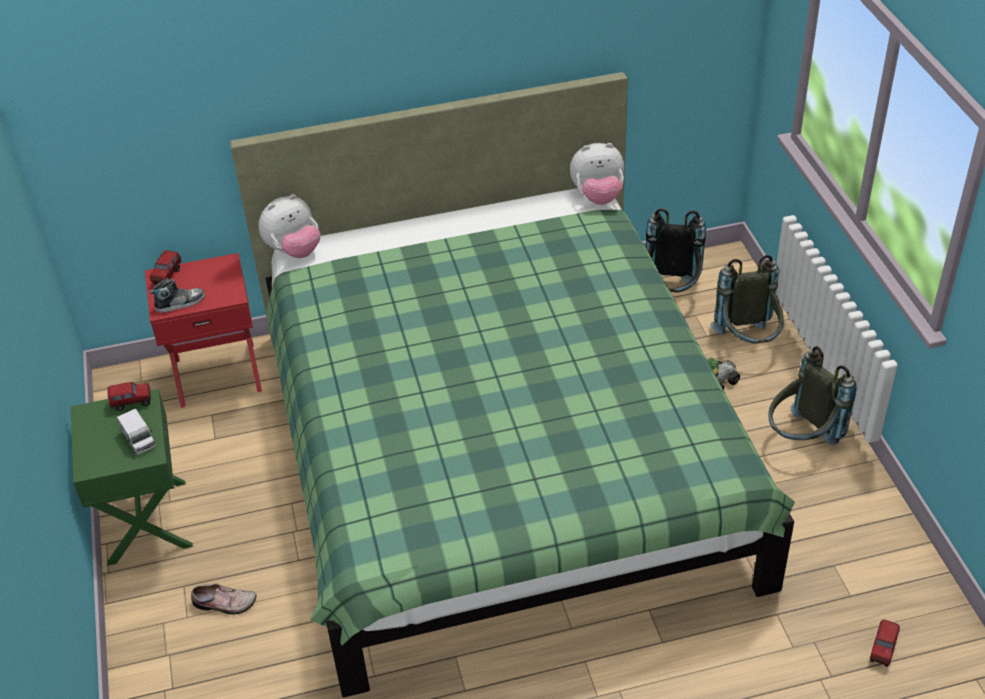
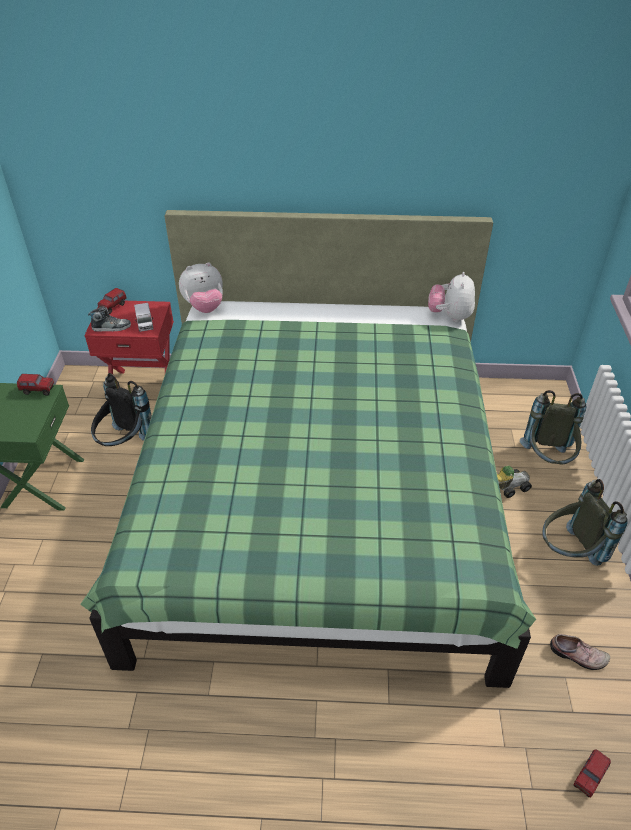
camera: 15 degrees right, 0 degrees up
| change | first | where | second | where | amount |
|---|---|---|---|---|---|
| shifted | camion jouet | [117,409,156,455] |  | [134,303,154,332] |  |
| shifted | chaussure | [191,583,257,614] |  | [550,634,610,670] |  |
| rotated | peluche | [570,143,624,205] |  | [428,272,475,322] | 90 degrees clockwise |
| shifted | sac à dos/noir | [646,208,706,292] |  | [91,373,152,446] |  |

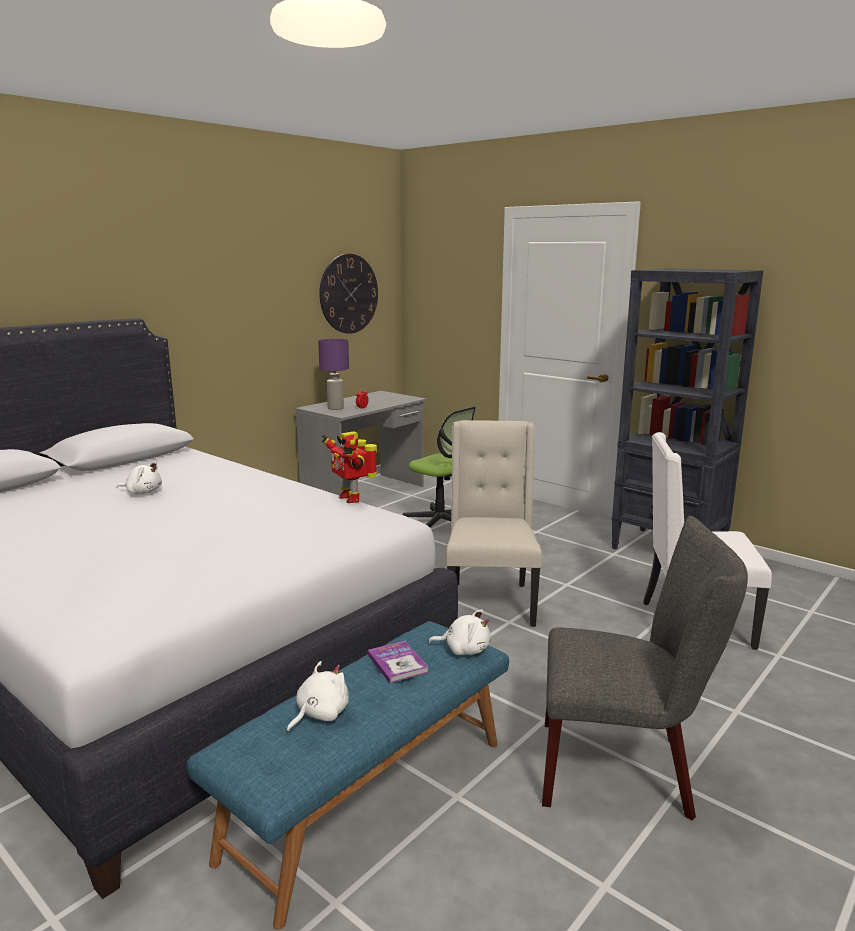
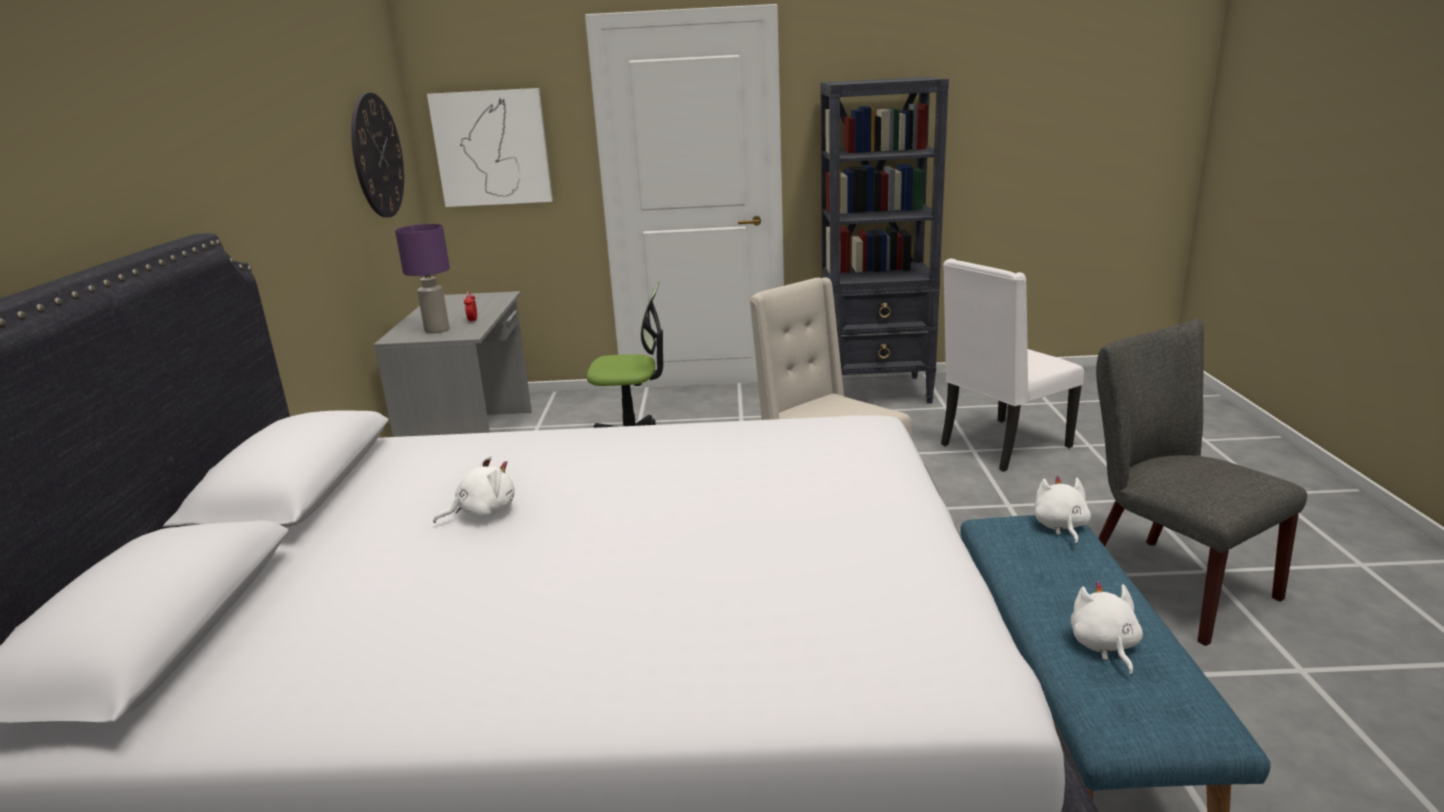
camera: 40 degrees left, 5 degrees up
| change | first | where | second | where | amount |
|---|---|---|---|---|---|
| gone | robot jouet | [322,431,377,503] |  |  |  |
| gone | livre | [368,641,429,683] |  |  |  |
| rotated | peluche/blanc | [428,610,491,655] |  | [1034,475,1091,545] | 60 degrees counterclockwise |
| rotated | chaise/gris | [542,516,748,821] |  | [1096,319,1307,646] | 90 degrees counterclockwise |
| new |  |  | tableau | [427,88,553,207] |  |

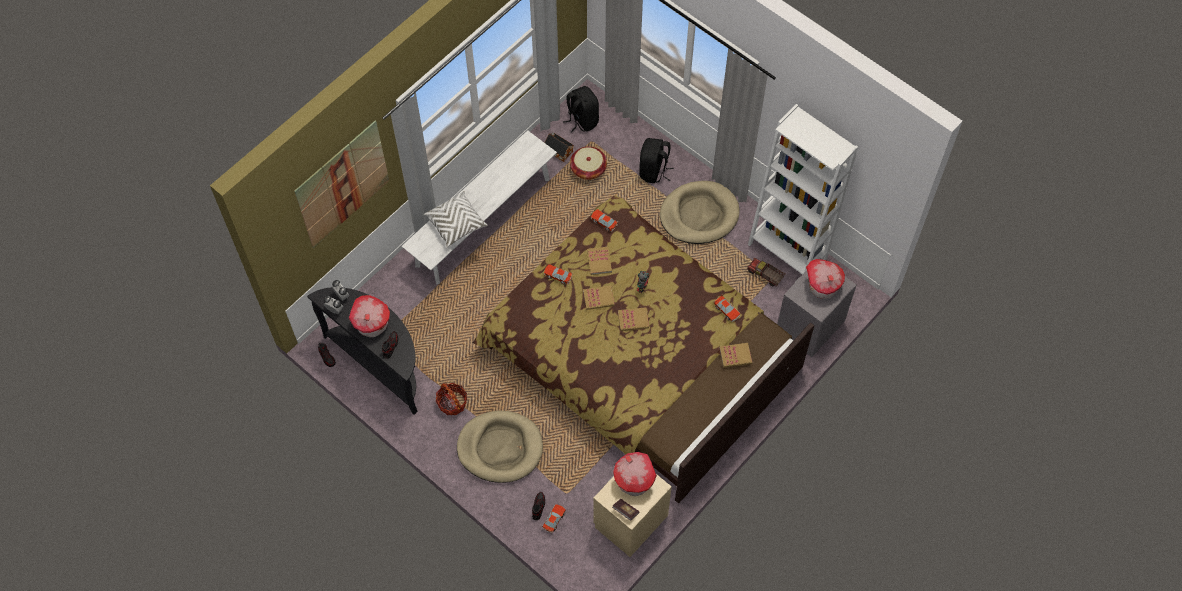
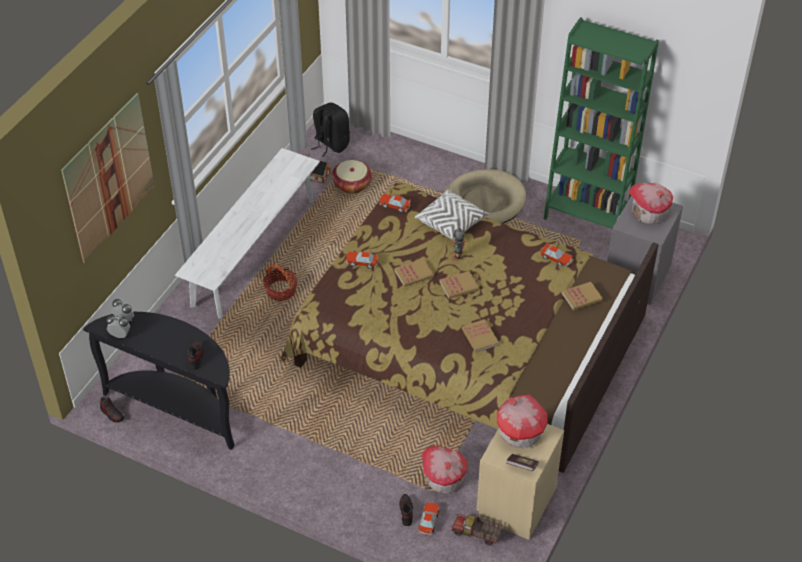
camera: 15 degrees left, 15 degrees down
| change | first | where | second | where | amount |
|---|---|---|---|---|---|
| shifted | maison miniature | [349,295,390,337] |  | [422,446,468,493] |  |
| shifted | coussin/blanc | [424,191,488,247] |  | [415,189,490,241] |  |
| shifted | panier | [436,383,467,415] |  | [263,263,298,302] |  |
| gone | panier pour chien/beige | [457,411,543,483] |  |  |  |
| shifted | livre | [587,247,612,275] |  | [462,319,499,352] |  |
| gone | sac à dos/noir | [639,138,674,183] |  |  |  |
| shifted | camion jouet | [747,258,785,287] |  | [452,514,503,545] |  |
| repainted | bibliothèque/blanc | [748,104,858,275] | bibliothèque/vert | [544,17,659,229] |  |

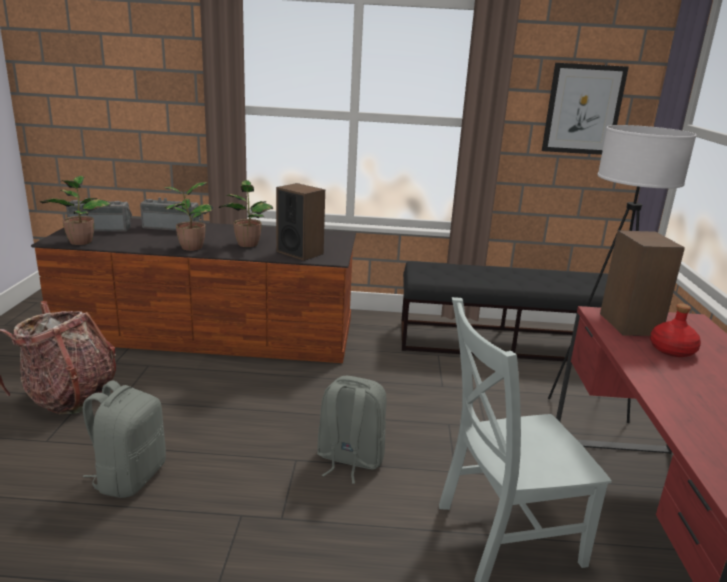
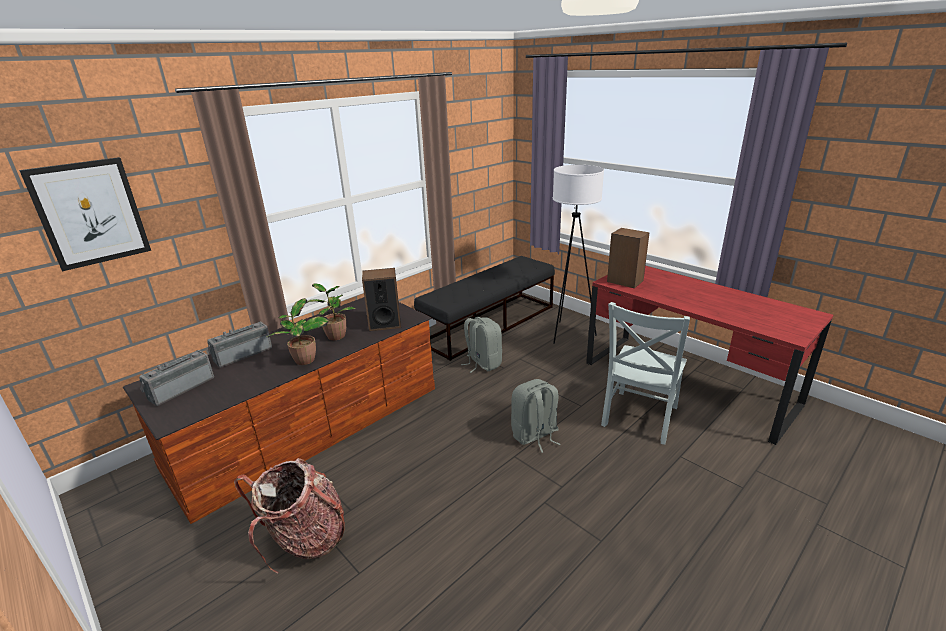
camera: 45 degrees left, 5 degrees up
| change | first | where | second | where | amount |
|---|---|---|---|---|---|
| gone | plante en pot | [40,176,111,245] |  |  |  |
| shifted | sac à dos/gris | [83,380,166,498] |  | [461,317,502,373] |  |
| shifted | tableau | [542,63,629,155] |  | [19,157,151,271] |  |
| gone | bouteille/rouge | [650,303,701,357] |  |  |  |

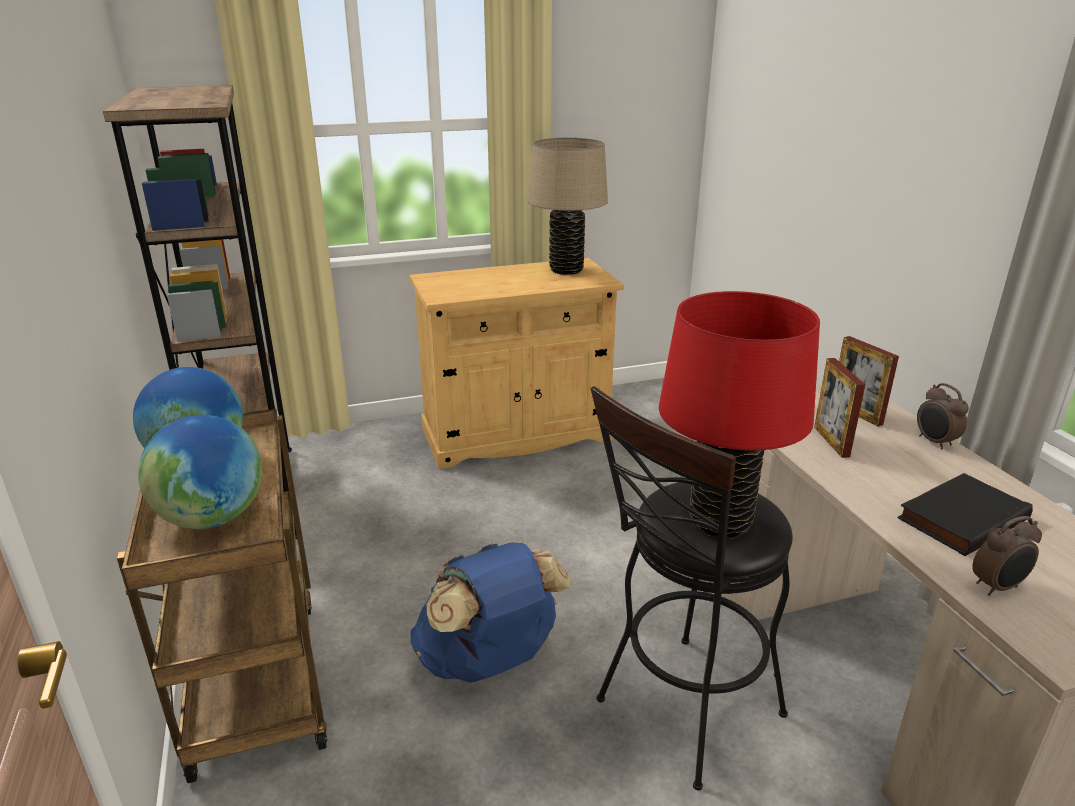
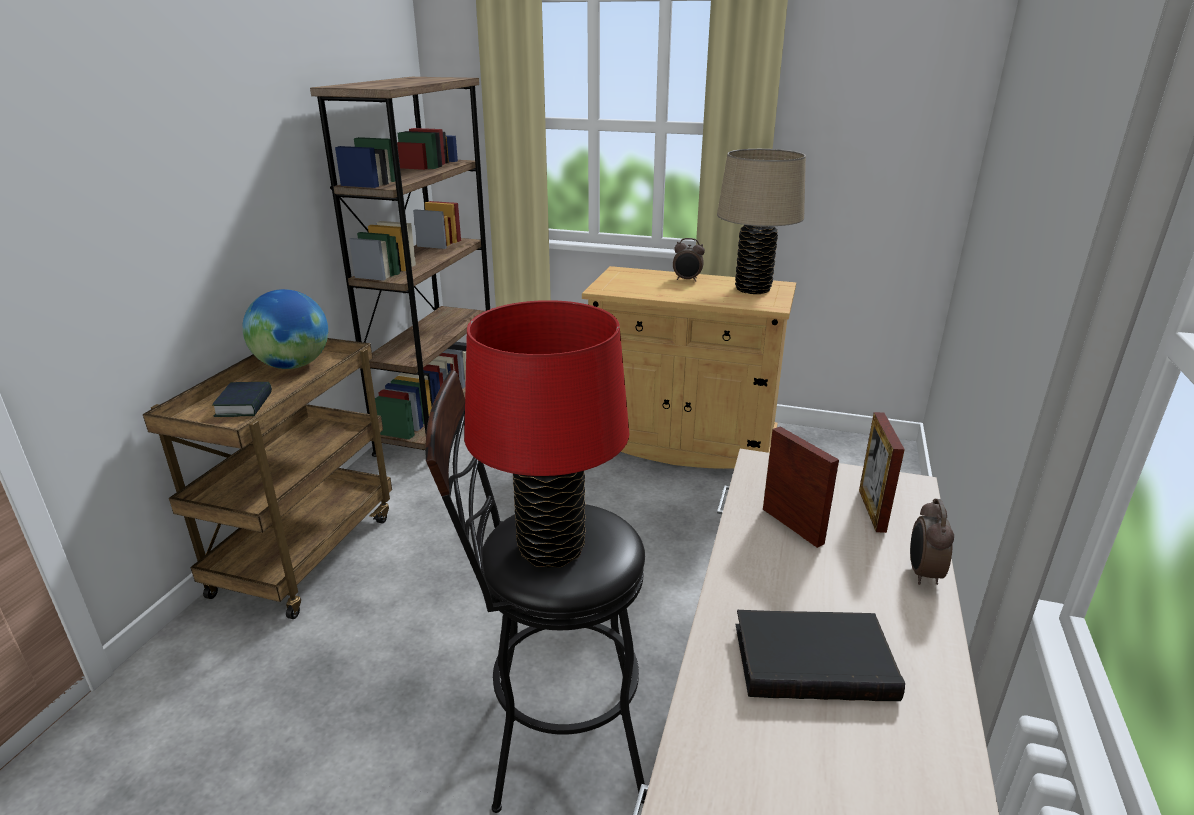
camera: 35 degrees right, 0 degrees up
| change | first | where | second | where | amount |
|---|---|---|---|---|---|
| swapped | globe | [138,415,262,529] | livre | [212,382,272,417] |  |
| gone | sac à dos/bleu | [410,542,572,683] |  |  |  |
| rotated | cadre photo | [814,358,865,458] |  | [763,426,839,548] | 120 degrees clockwise |
| shifted | réveil | [972,516,1042,596] |  | [673,238,705,282] |  |

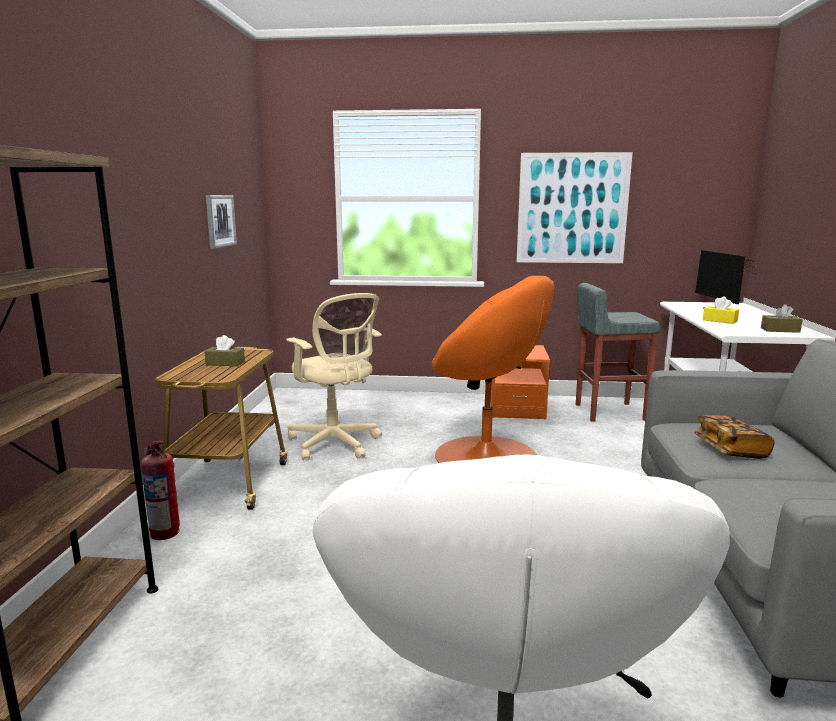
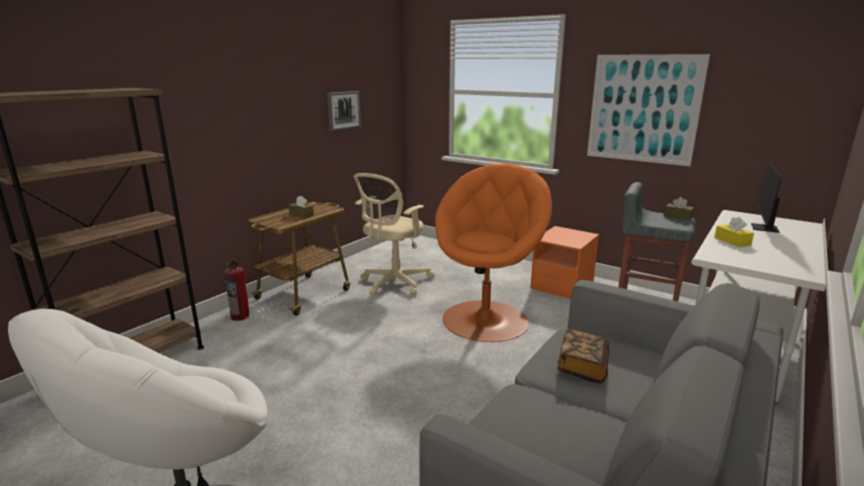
camera: 30 degrees right, 5 degrees up
| change | first | where | second | where | amount |
|---|---|---|---|---|---|
| rotated | chaise de bureau/beige | [286,293,382,460] |  | [354,173,435,296] | 45 degrees clockwise |
| rotated | fauteuil/orange | [432,276,554,463] |  | [435,164,552,342] | 120 degrees counterclockwise |
| shifted | boîte à mouchoirs/marron | [761,304,803,333] |  | [664,197,694,220] |  |

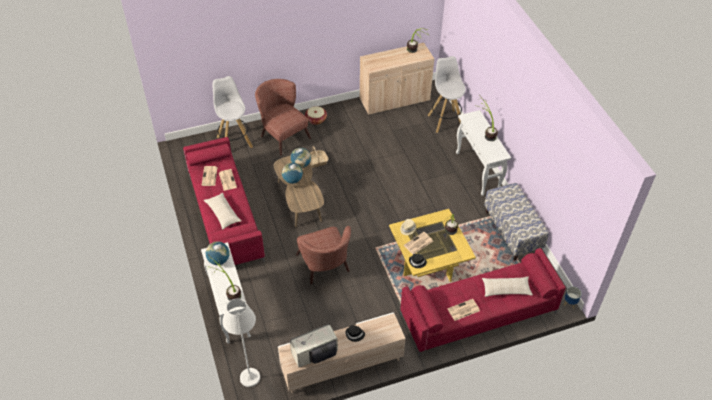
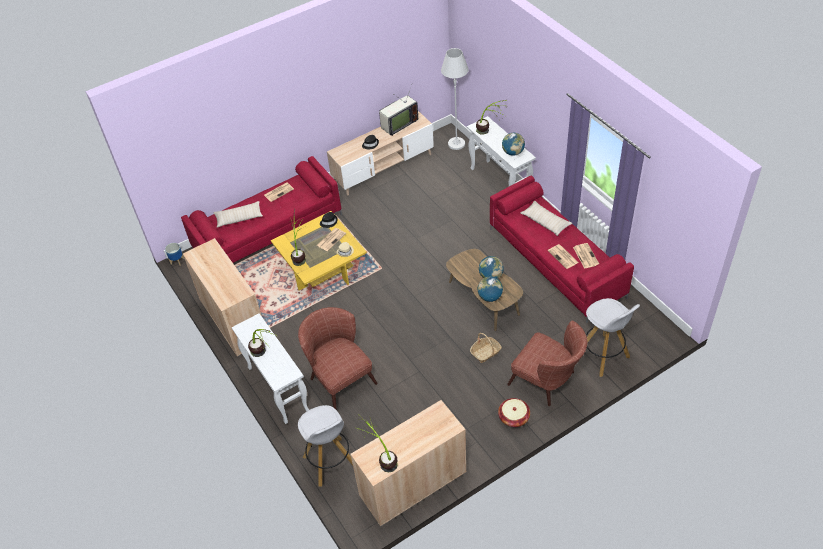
camera: 170 degrees right, 0 degrees up
| change | first | where | second | where | amount |
|---|---|---|---|---|---|
| shifted | fauteuil/marron | [296,226,351,284] |  | [298,307,377,409] |  |
| swapped | banc | [484,183,549,260] | meuble de rangement/beige | [183,238,262,356] |  |

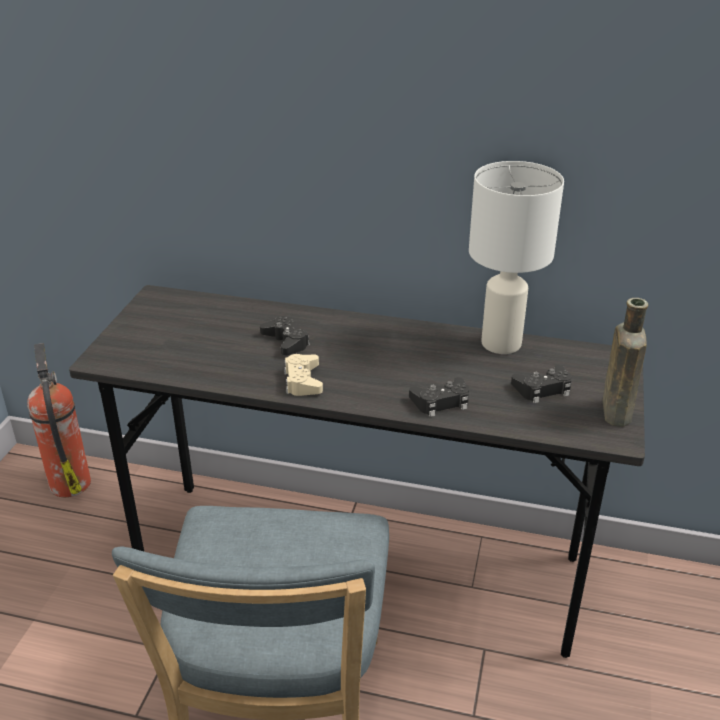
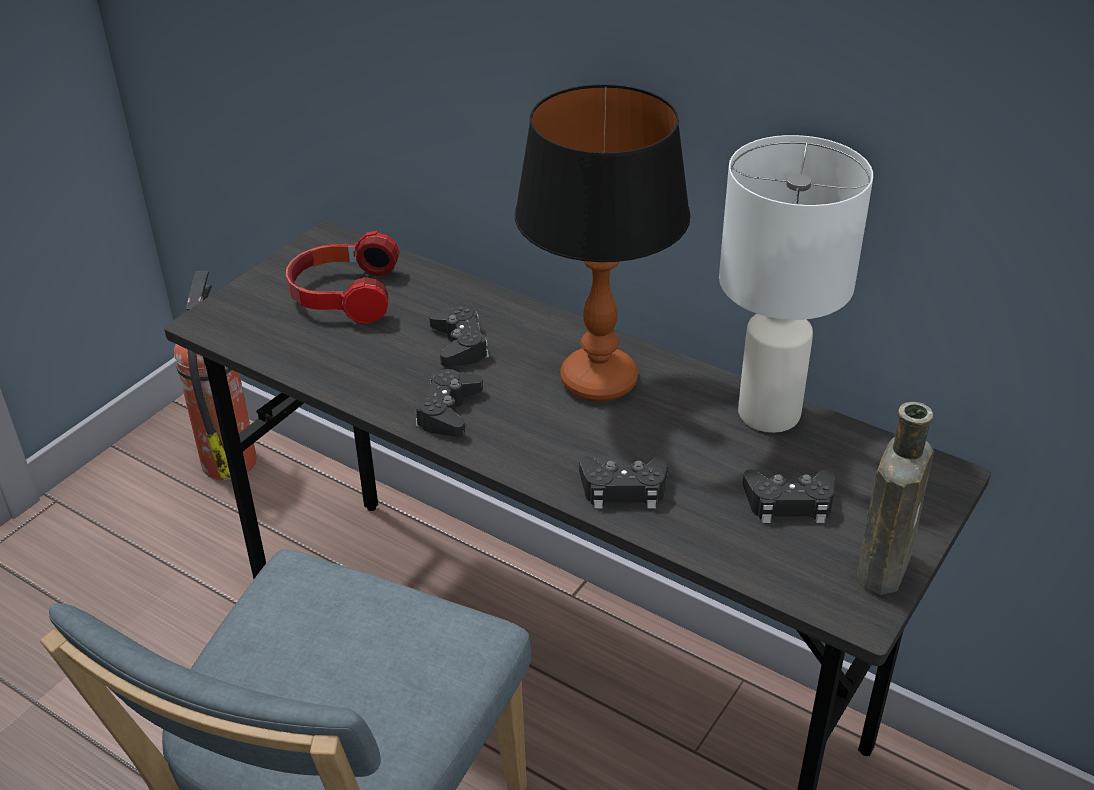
camera: 20 degrees right, 5 degrees up
| change | first | where | second | where | amount |
|---|---|---|---|---|---|
| repainted | manette/beige | [284,354,323,396] | manette/noir | [415,369,483,437] |  |
| new |  |  | casque audio | [286,231,399,325] |  |
| new |  |  | lampe de table | [515,84,691,402] |  |

